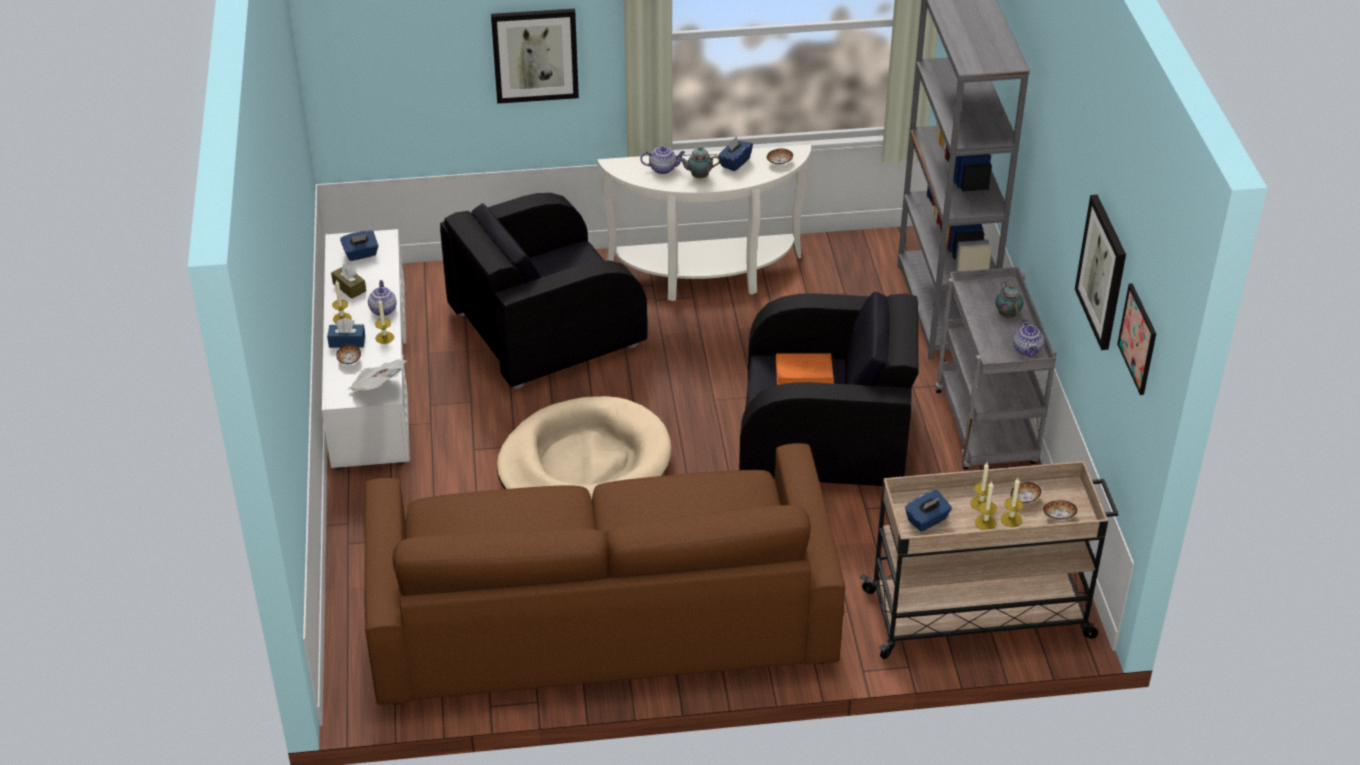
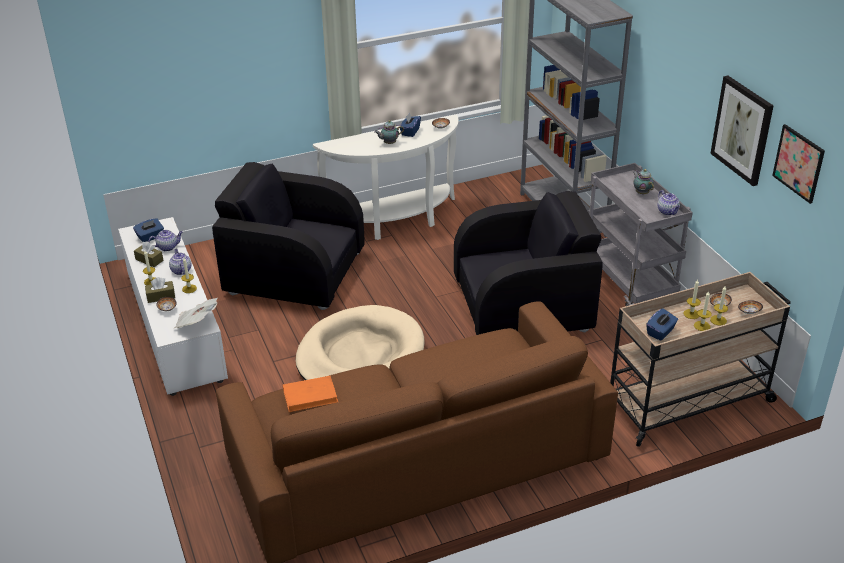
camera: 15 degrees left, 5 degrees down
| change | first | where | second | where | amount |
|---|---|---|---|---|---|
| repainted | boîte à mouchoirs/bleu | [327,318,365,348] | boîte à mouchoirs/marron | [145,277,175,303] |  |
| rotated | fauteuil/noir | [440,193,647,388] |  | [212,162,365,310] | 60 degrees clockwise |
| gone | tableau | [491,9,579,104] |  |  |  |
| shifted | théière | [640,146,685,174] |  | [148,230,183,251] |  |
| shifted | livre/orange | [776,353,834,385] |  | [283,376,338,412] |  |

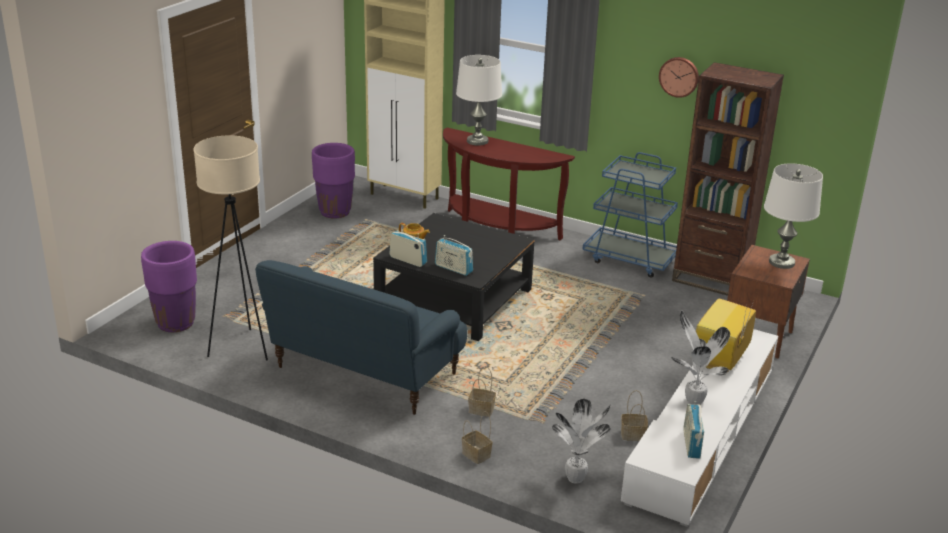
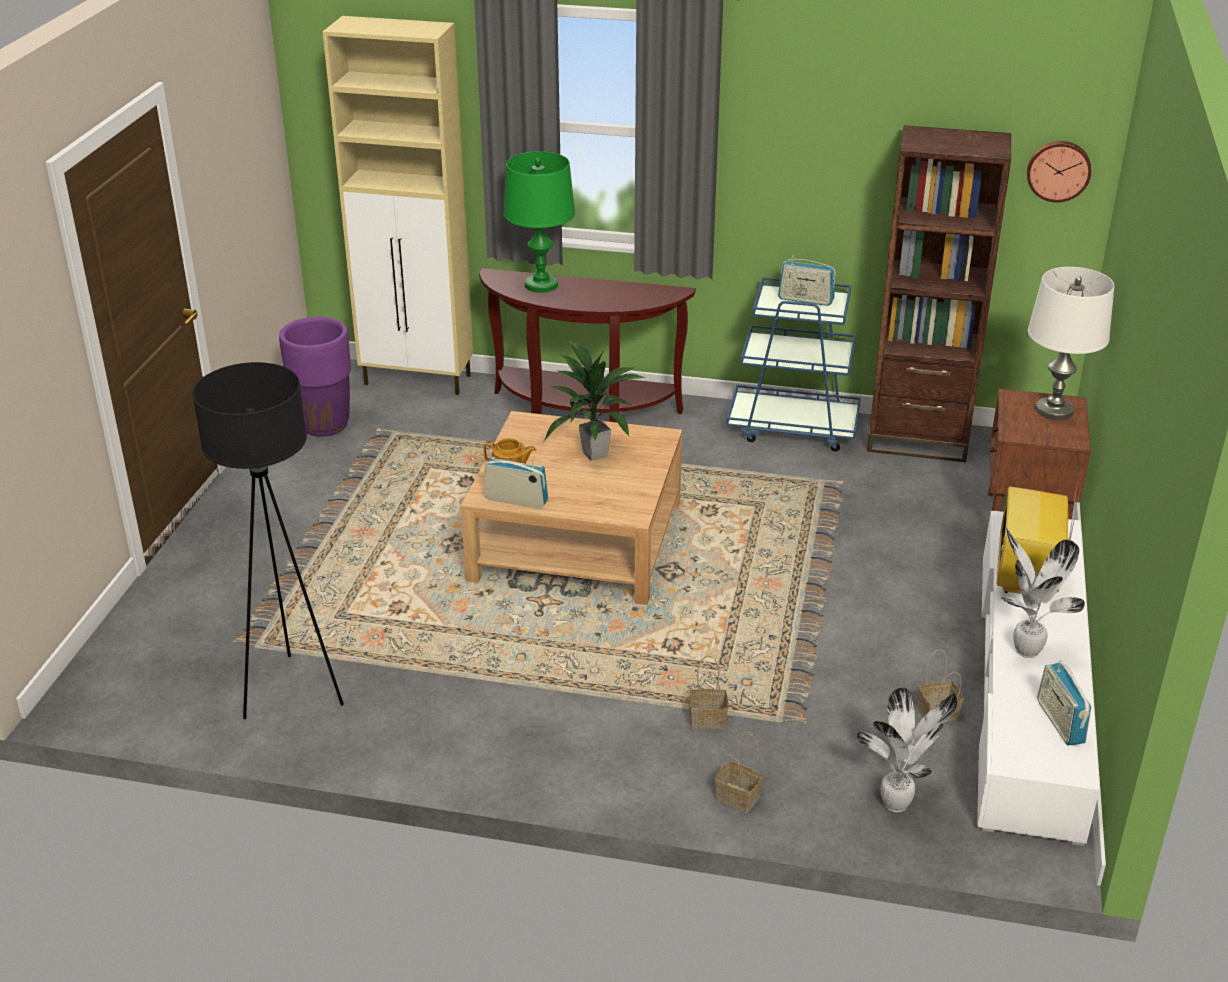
camera: 15 degrees left, 5 degrees up
| change | first | where | second | where | amount |
|---|---|---|---|---|---|
| gone | cache-pot/violet | [141,241,197,332] |  |  |  |
| repainted | lampadaire/beige | [193,135,268,361] | lampadaire/noir | [192,362,344,719] |  |
| gone | canapé/bleu | [255,260,467,415] |  |  |  |
| repainted | table basse/noir | [373,213,535,341] | table basse/beige | [461,411,682,605] |  |
| shifted | radio | [435,235,473,276] |  | [778,255,836,306] |  |
| repainted | lampe de table/blanc | [456,55,502,146] | lampe de table/vert | [503,151,575,293] |  |
| shifted | horloge murale | [659,57,699,98] |  | [1027,141,1091,202] |  |
| new |  |  | plante en pot | [544,340,645,461] |  |

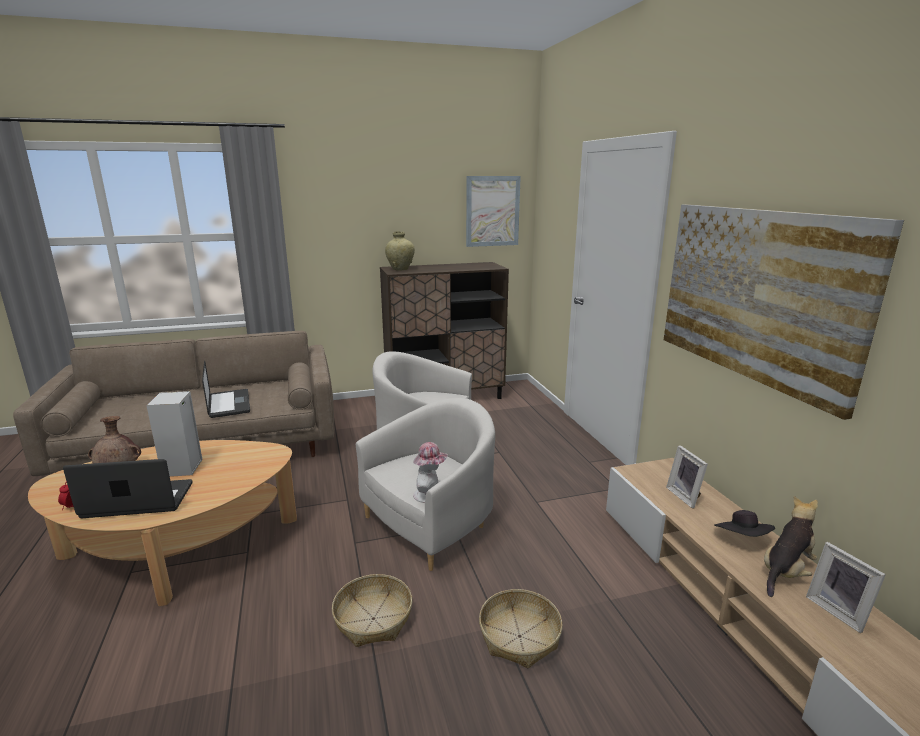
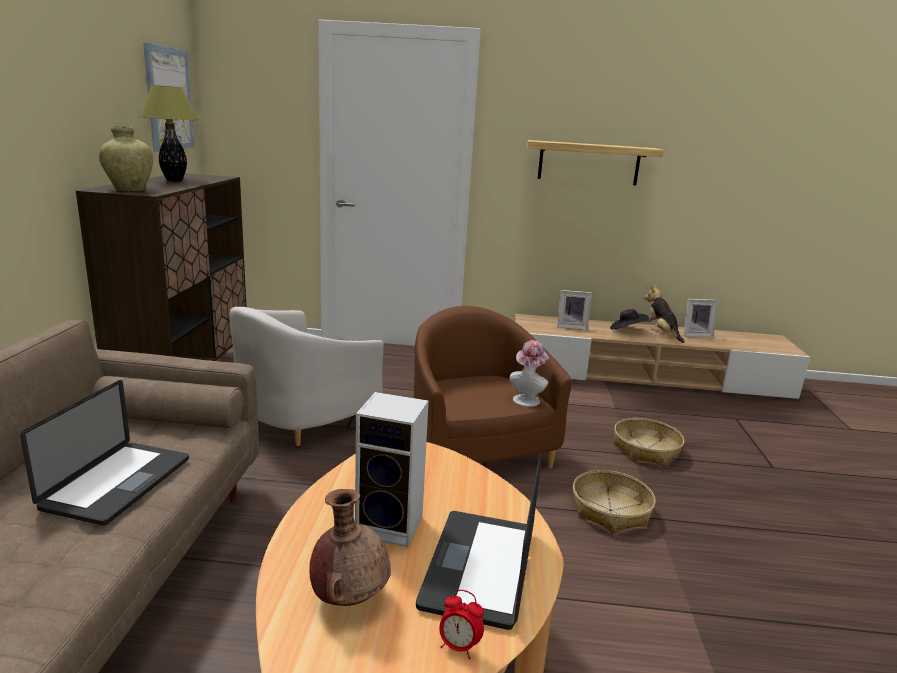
camera: 70 degrees left, 0 degrees up
| change | first | where | second | where | amount |
|---|---|---|---|---|---|
| rotated | ordinateur portable | [202,361,250,418] |  | [20,380,189,525] | 105 degrees clockwise |
| repainted | fauteuil/blanc | [356,398,495,571] | fauteuil/marron | [413,306,572,468] |  |
| swapped | tableau | [664,204,904,420] | étagère | [527,140,664,185] |  |
| new |  |  | lampe de table | [139,85,199,181] |  |

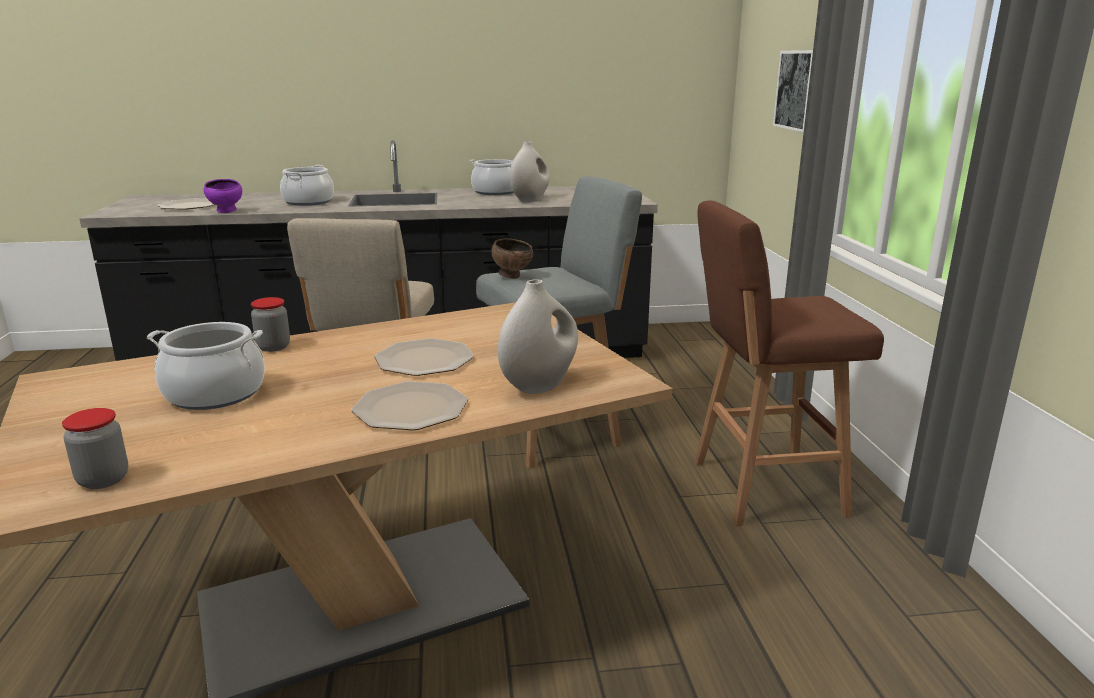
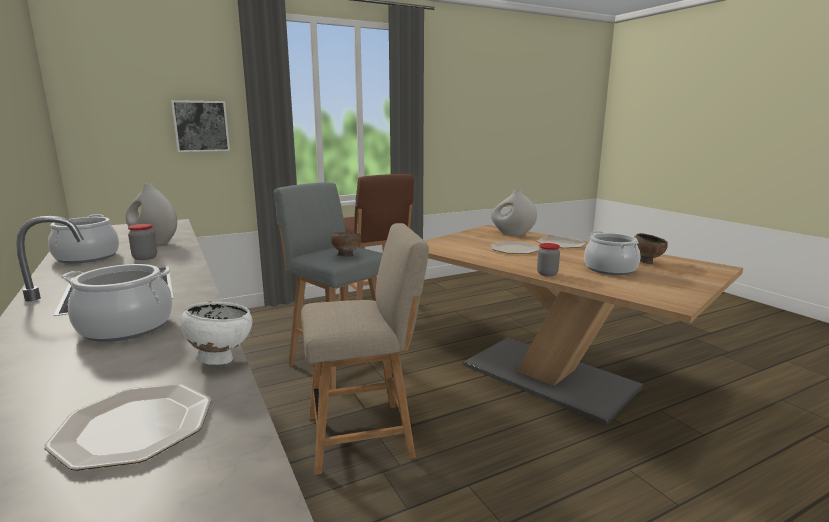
camera: 110 degrees left, 5 degrees down
| change | first | where | second | where | amount |
|---|---|---|---|---|---|
| shifted | bocal | [62,408,128,489] |  | [128,224,157,260] |  |
| repainted | bol/violet | [204,179,242,213] | bol/blanc | [181,302,252,365] |  |
| new |  |  | bol/marron | [635,233,668,264] |  |

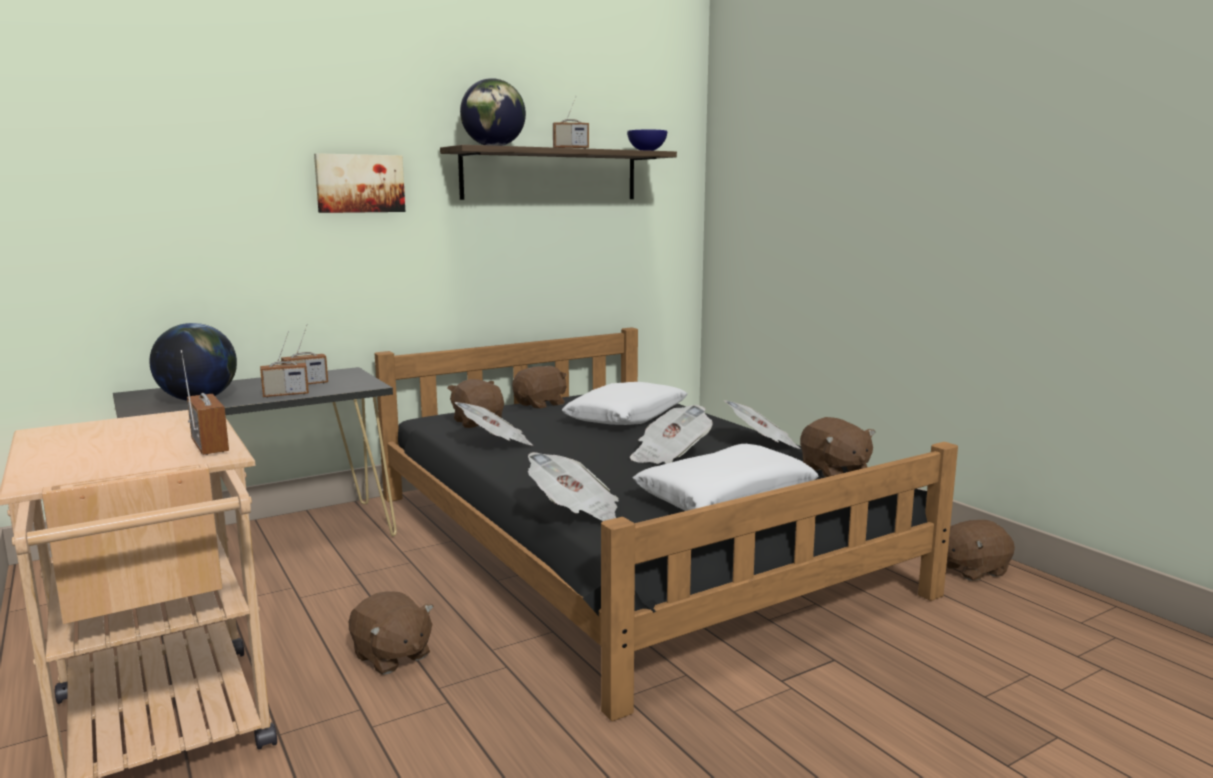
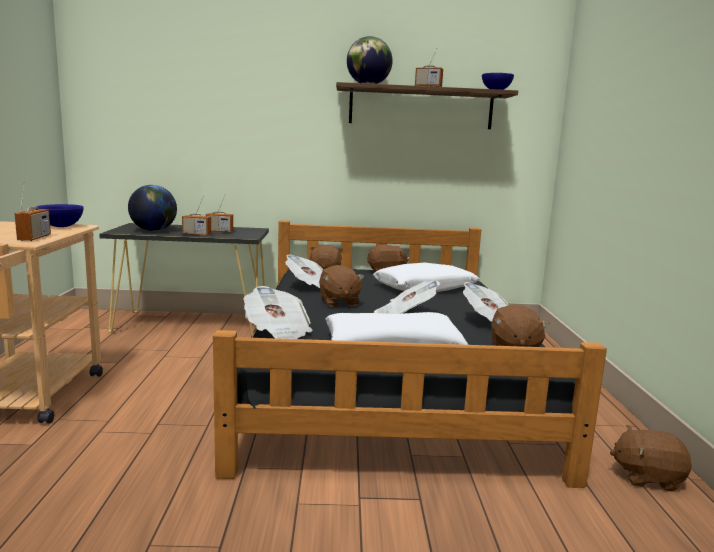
camera: 30 degrees right, 0 degrees up
| change | first | where | second | where | amount |
|---|---|---|---|---|---|
| gone | tableau | [314,153,405,213] |  |  |  |
| shifted | peluche/marron | [349,591,434,674] |  | [319,265,364,307] |  |
| new |  |  | bol/bleu | [37,204,84,227] |  |

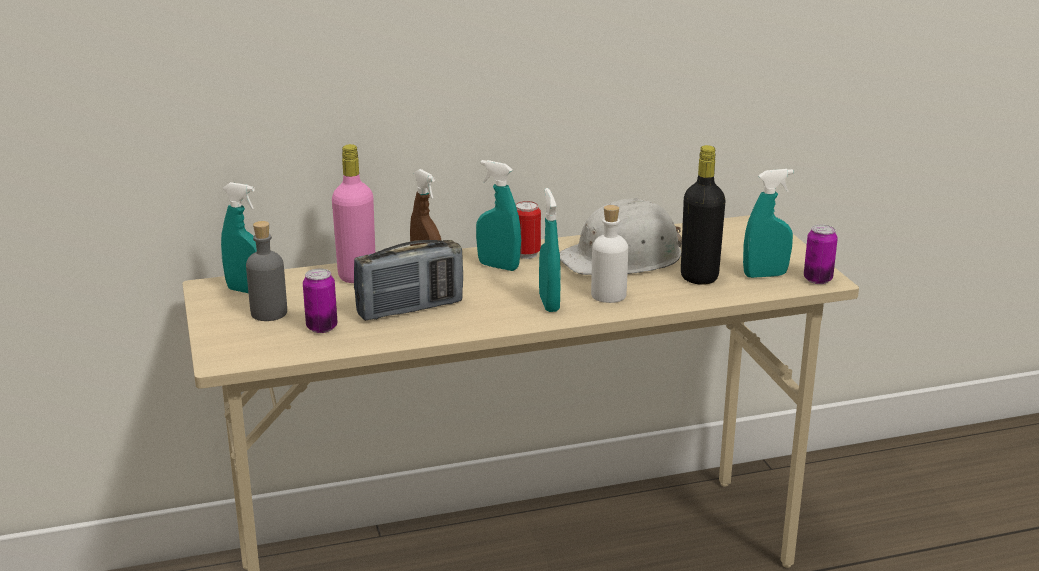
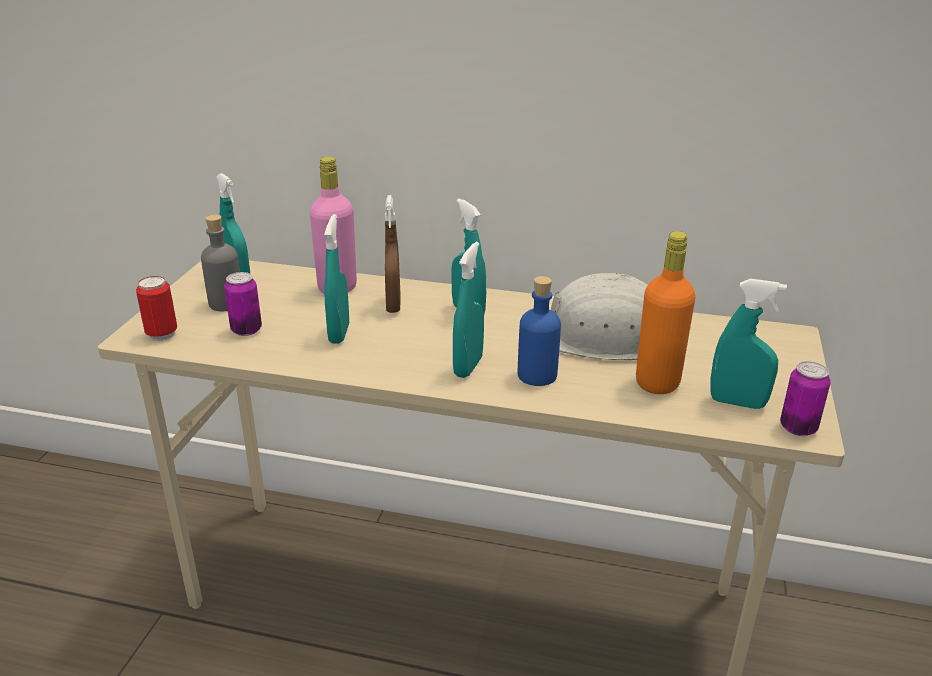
camera: 30 degrees right, 5 degrees up
| change | first | where | second | where | amount |
|---|---|---|---|---|---|
| swapped | radio | [354,240,463,321] | vaporisateur/turquoise | [324,214,349,344] |  |
| shifted | boîte métallique | [516,201,541,259] |  | [136,276,177,341] |  |
| repainted | bouteille/blanc | [591,205,628,303] | bouteille/bleu | [518,276,561,386] |  |
| repainted | bouteille/noir | [681,145,726,285] | bouteille/orange | [636,231,695,394] |  |

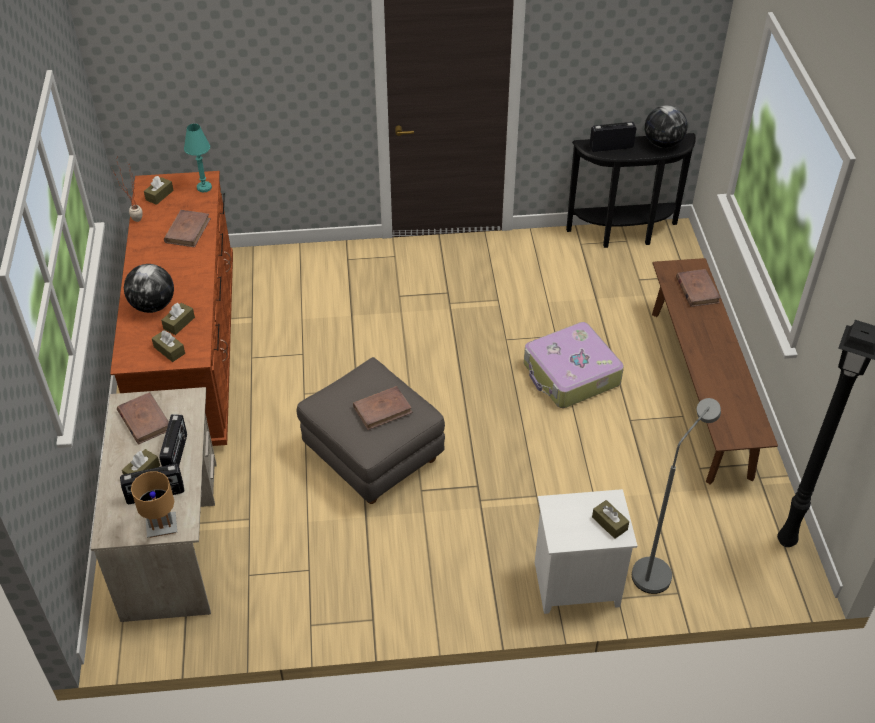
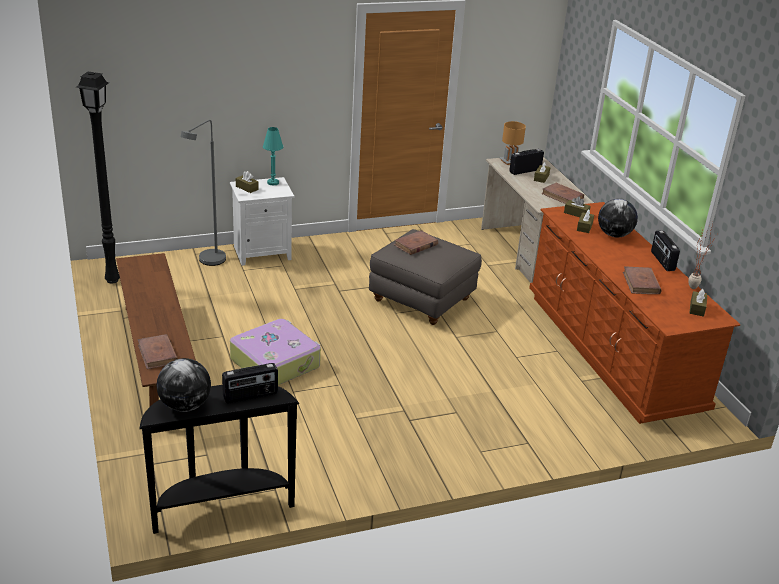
camera: 165 degrees right, 15 degrees down
| change | first | where | second | where | amount |
|---|---|---|---|---|---|
| shifted | radio | [159,414,187,466] |  | [651,231,680,271] |  |
| shifted | lampe de table/turquoise | [184,124,212,192] |  | [263,127,283,185] |  |

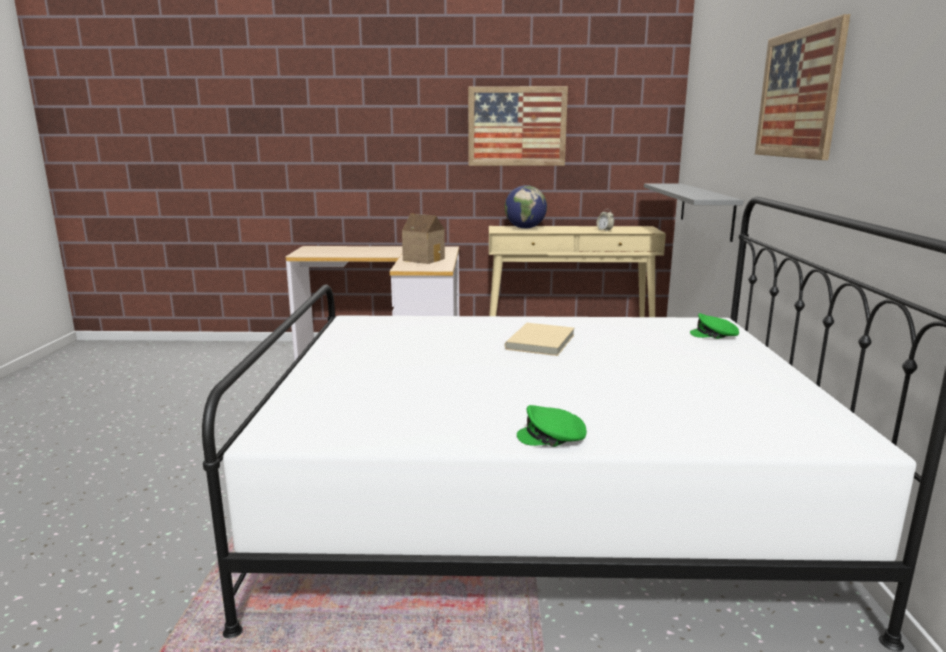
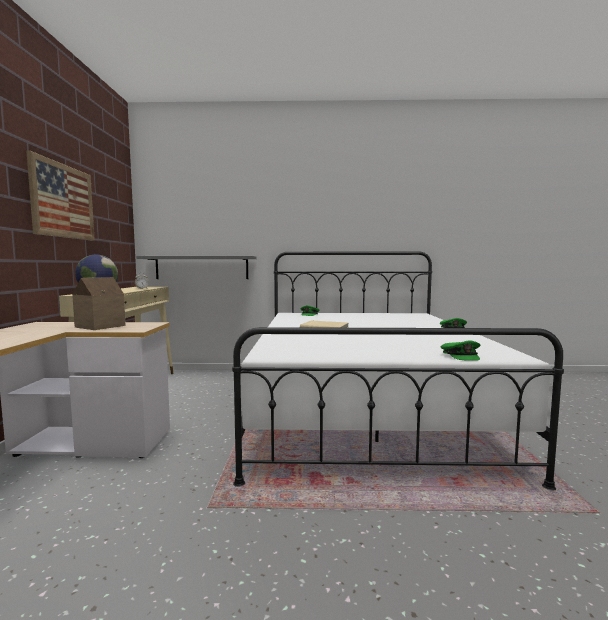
camera: 90 degrees left, 10 degrees down
| change | first | where | second | where | amount |
|---|---|---|---|---|---|
| gone | tableau | [755,14,850,160] |  |  |  |
| new |  |  | casquette/vert | [440,340,480,361] |  |

